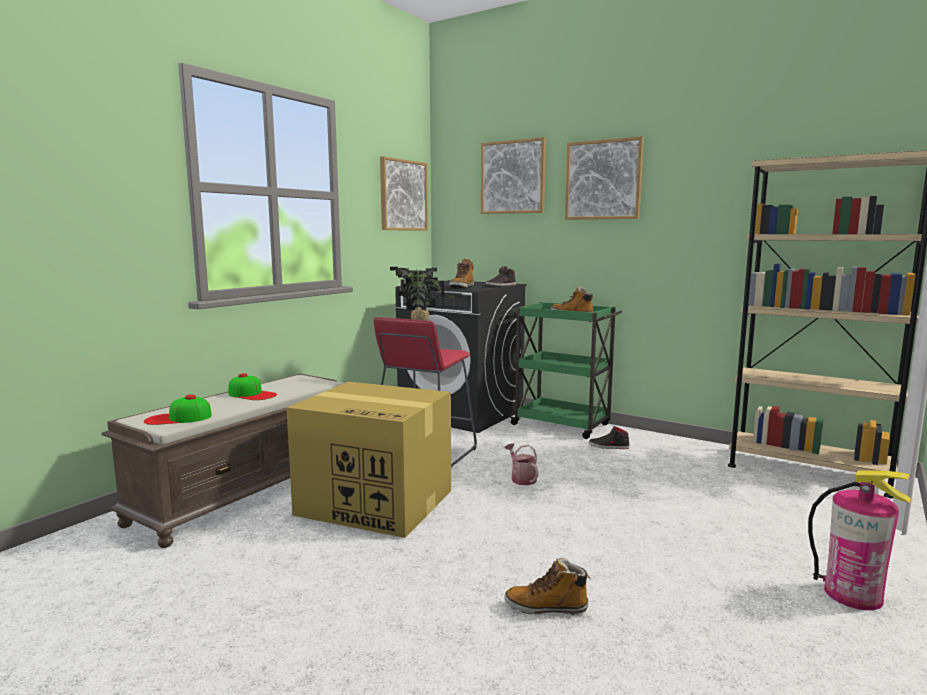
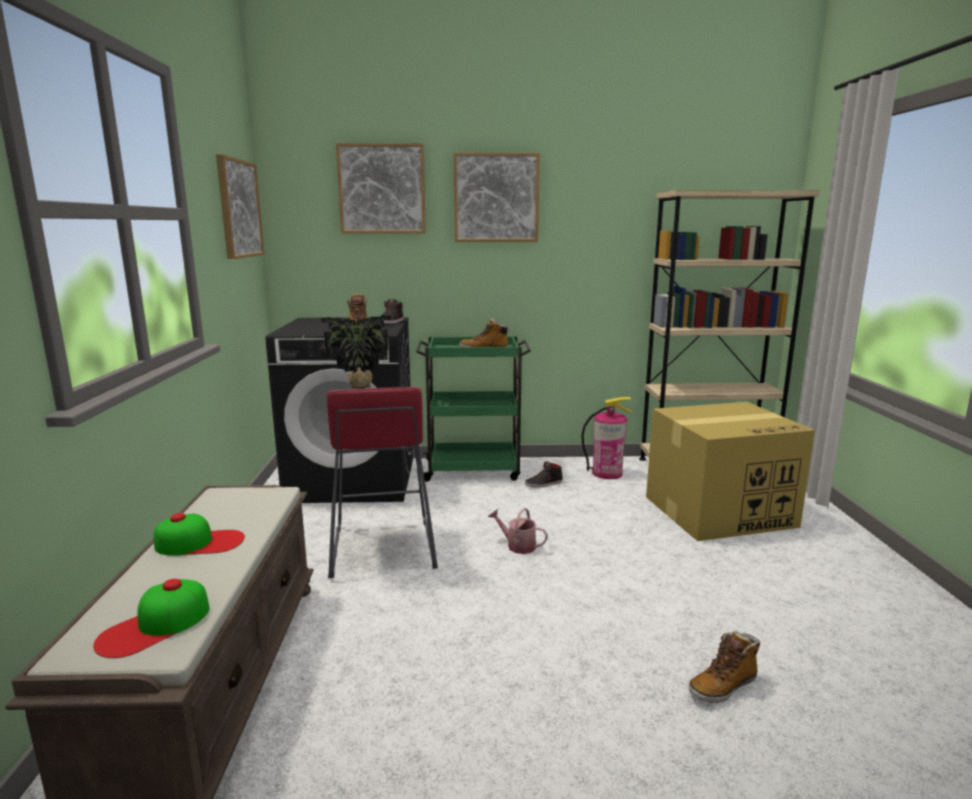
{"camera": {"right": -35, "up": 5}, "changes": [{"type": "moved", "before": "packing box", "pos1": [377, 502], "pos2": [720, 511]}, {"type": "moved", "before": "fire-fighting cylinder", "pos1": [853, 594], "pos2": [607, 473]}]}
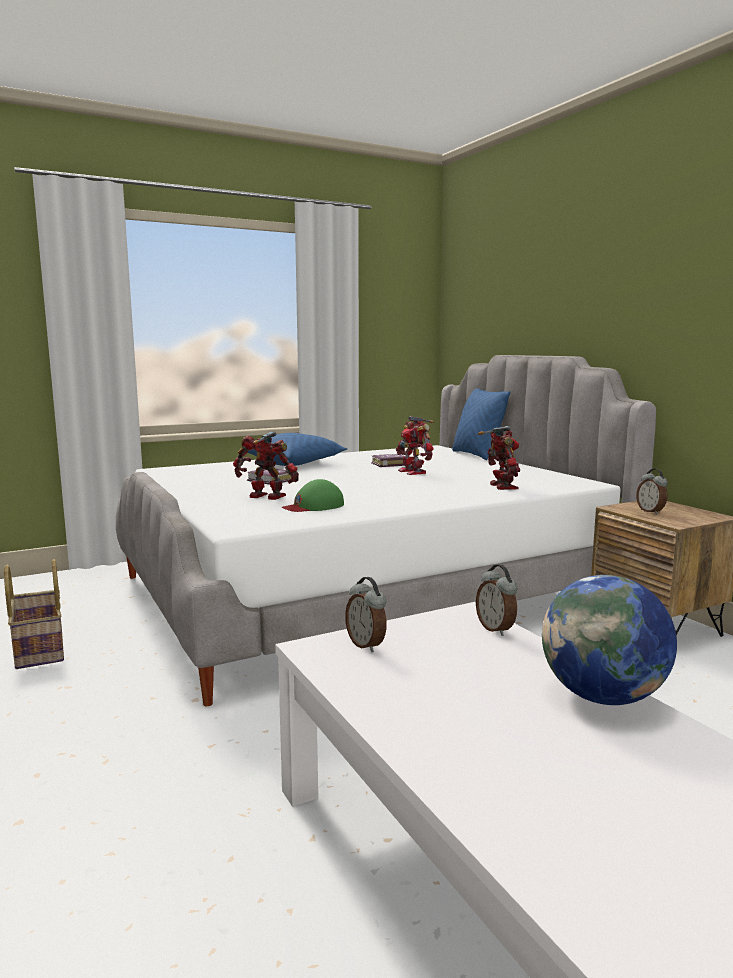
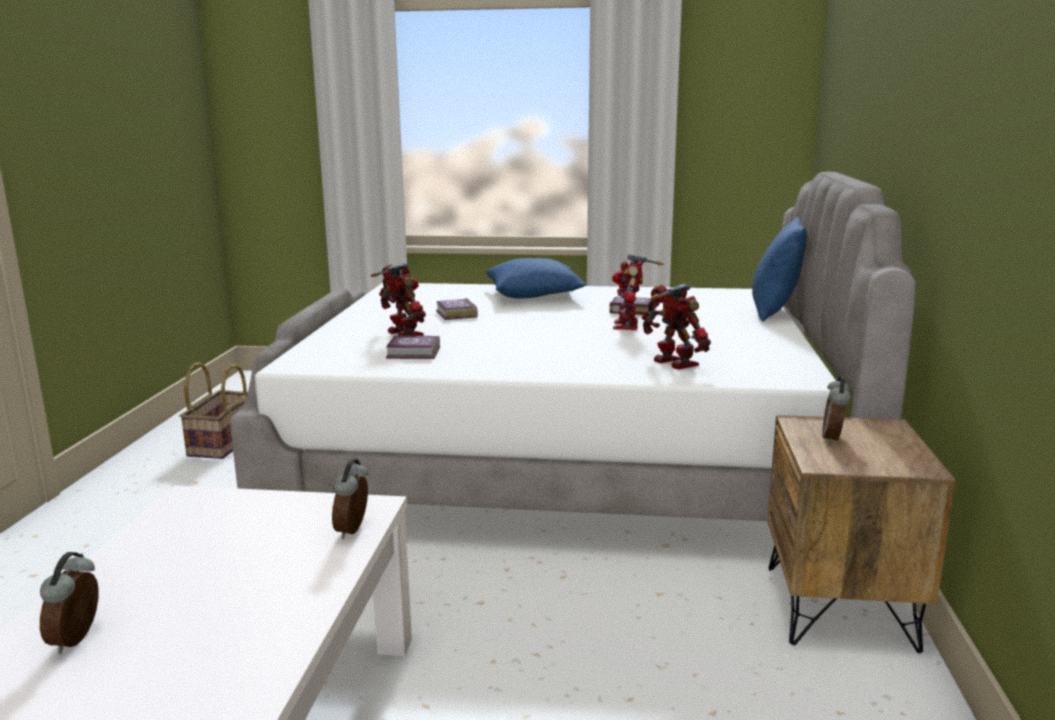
{"camera": {"right": 35, "up": 5}, "changes": [{"type": "turned", "before": "model robot", "pos1": [501, 486], "pos2": [673, 364], "turn": -60}, {"type": "replaced", "before": "cap (green-coloured)", "after": "volume", "pos1": [314, 506], "pos2": [414, 353]}, {"type": "removed", "before": "globe", "pos1": [603, 697]}, {"type": "moved", "before": "alarm clock", "pos1": [367, 645], "pos2": [78, 640]}]}
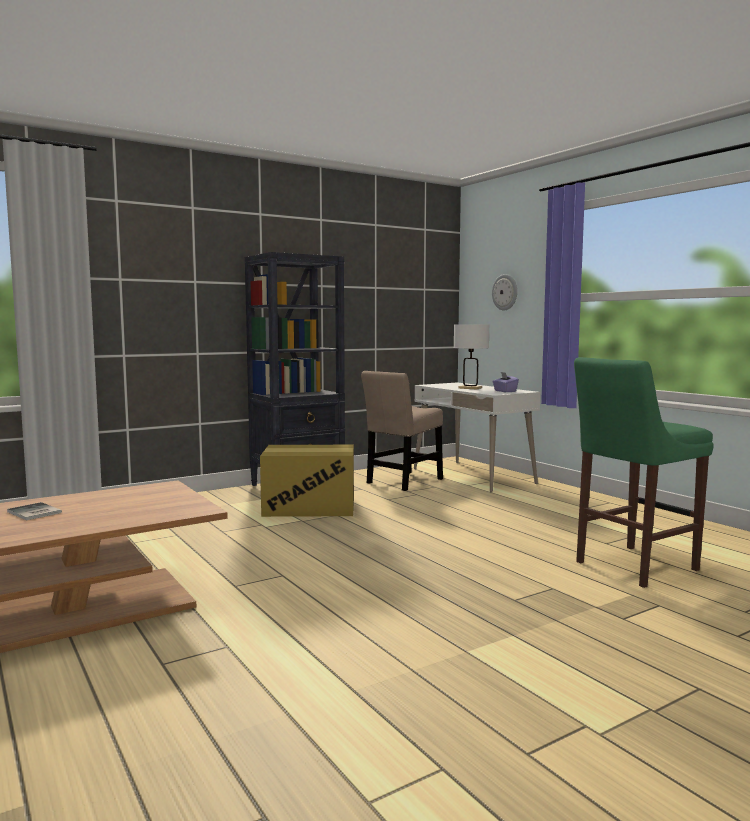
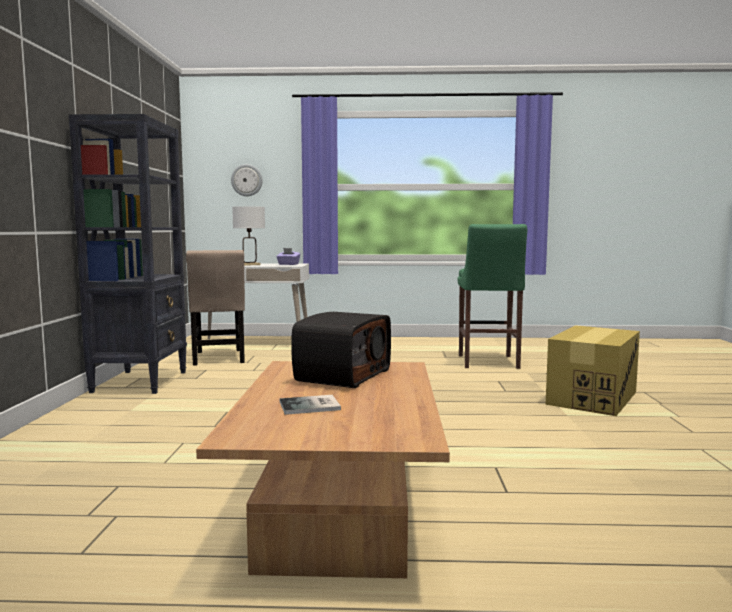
{"camera": {"right": -55, "up": 0}, "changes": [{"type": "moved", "before": "packing box", "pos1": [309, 508], "pos2": [592, 398]}, {"type": "added", "after": "radio", "pos2": [342, 375]}]}
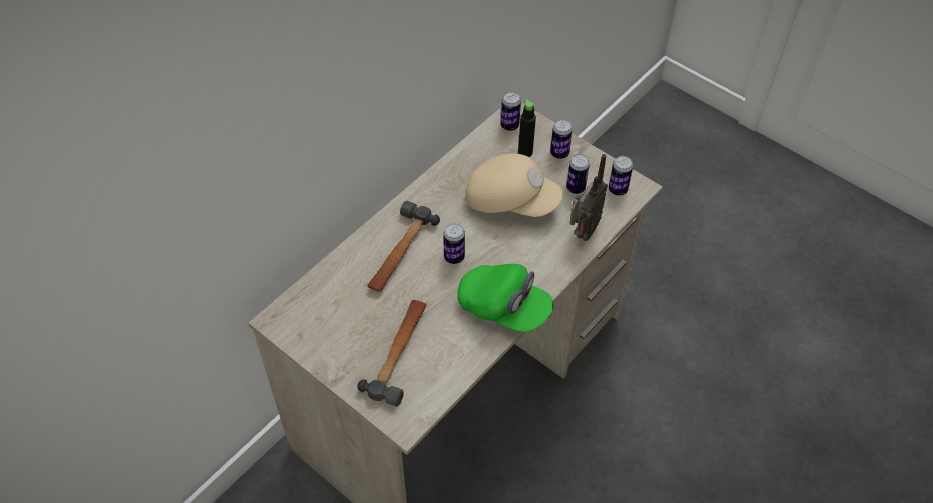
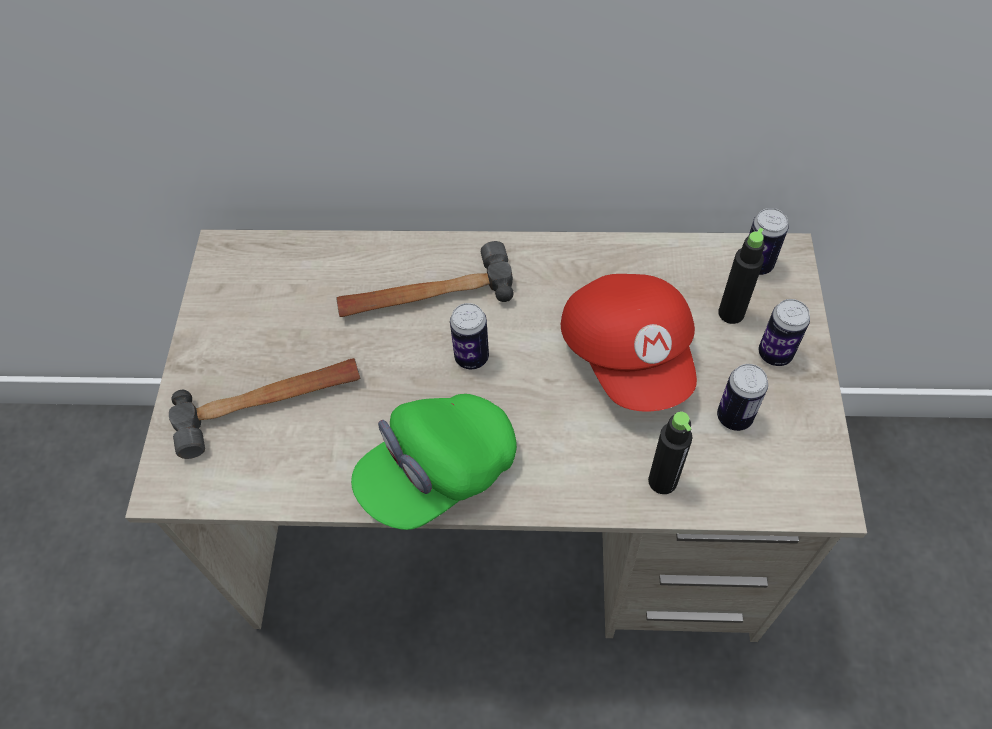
{"camera": {"right": 55, "up": 5}, "changes": [{"type": "recoloured", "before": "cap (beige-coloured)", "after": "cap (red-coloured)", "pos1": [511, 200], "pos2": [630, 355]}, {"type": "replaced", "before": "radio", "after": "drink bottle (black-coloured)", "pos1": [582, 232], "pos2": [662, 481]}, {"type": "removed", "before": "can", "pos1": [618, 190]}, {"type": "turned", "before": "cap (green-coloured)", "pos1": [504, 308], "pos2": [438, 473], "turn": 60}]}
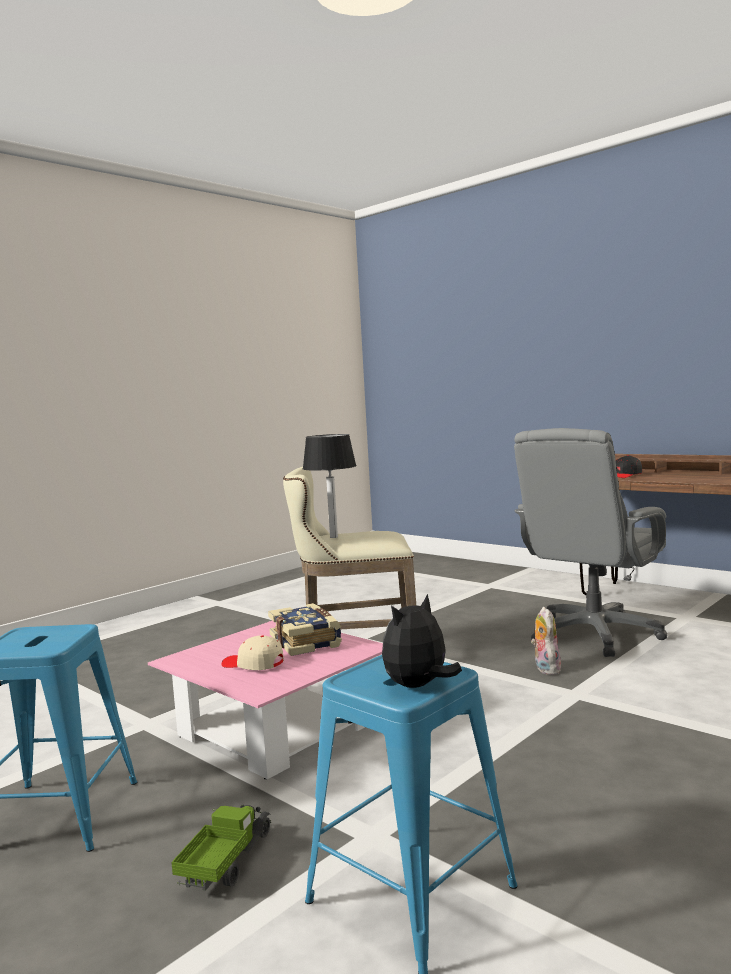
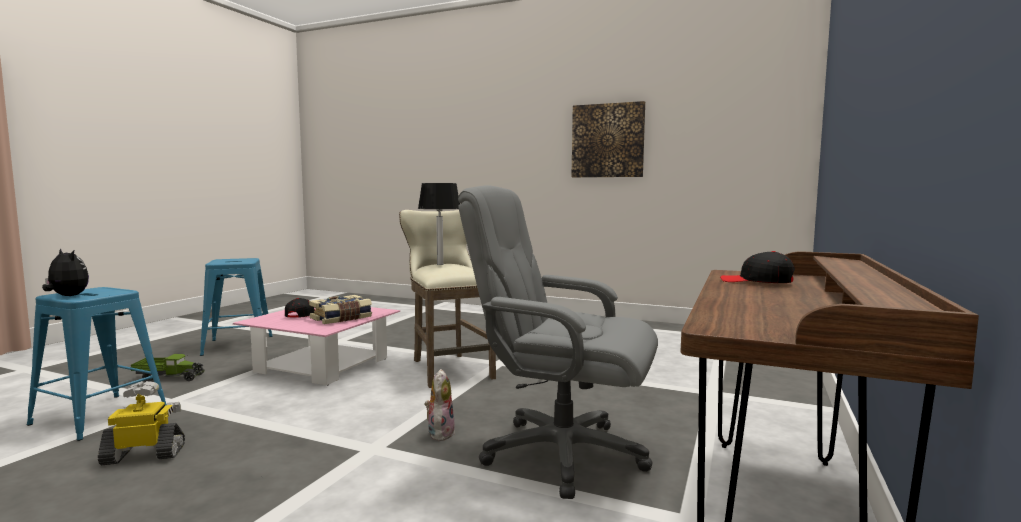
{"camera": {"right": 70, "up": 0}, "changes": [{"type": "turned", "before": "cuddly toy", "pos1": [545, 669], "pos2": [439, 433], "turn": -60}, {"type": "recoloured", "before": "cap (beige-coloured)", "after": "cap (black-coloured)", "pos1": [253, 664], "pos2": [302, 315]}, {"type": "added", "after": "picture", "pos2": [607, 140]}, {"type": "added", "after": "model robot", "pos2": [145, 454]}]}
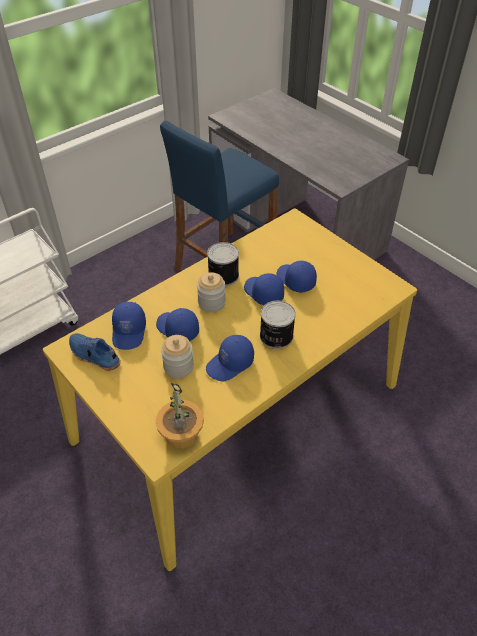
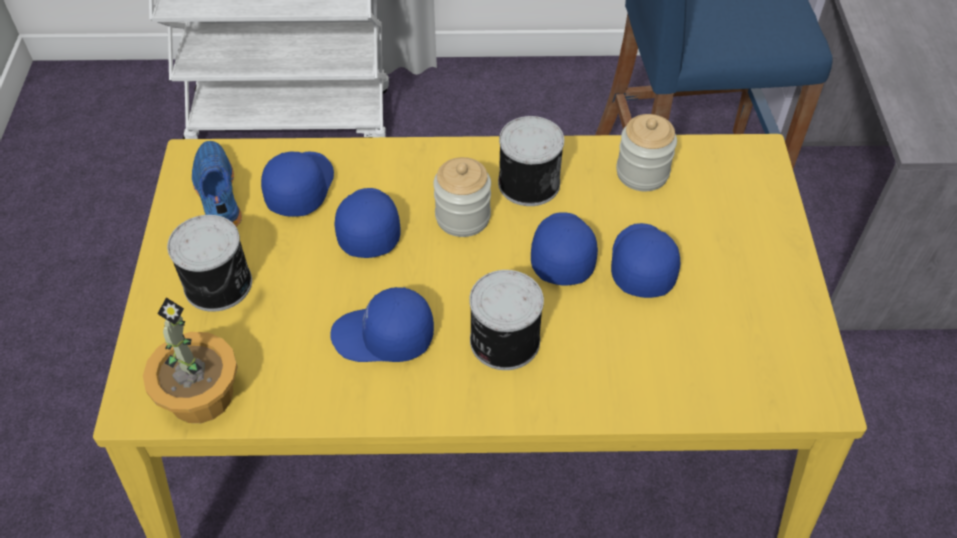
{"camera": {"right": 40, "up": 5}, "changes": [{"type": "turned", "before": "cap (bluish)", "pos1": [129, 332], "pos2": [299, 187], "turn": 150}, {"type": "moved", "before": "preserve jar", "pos1": [178, 366], "pos2": [642, 173]}, {"type": "added", "after": "can", "pos2": [220, 284]}]}
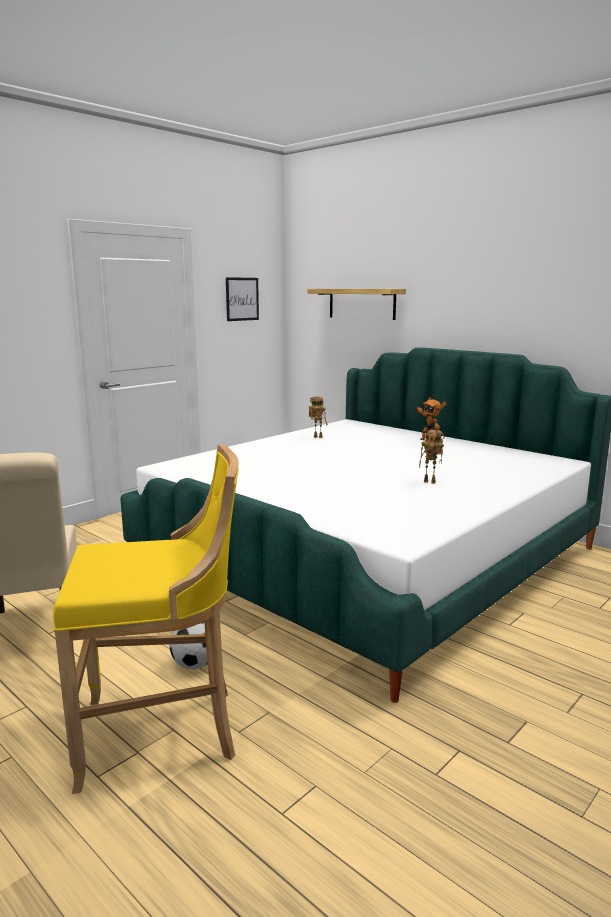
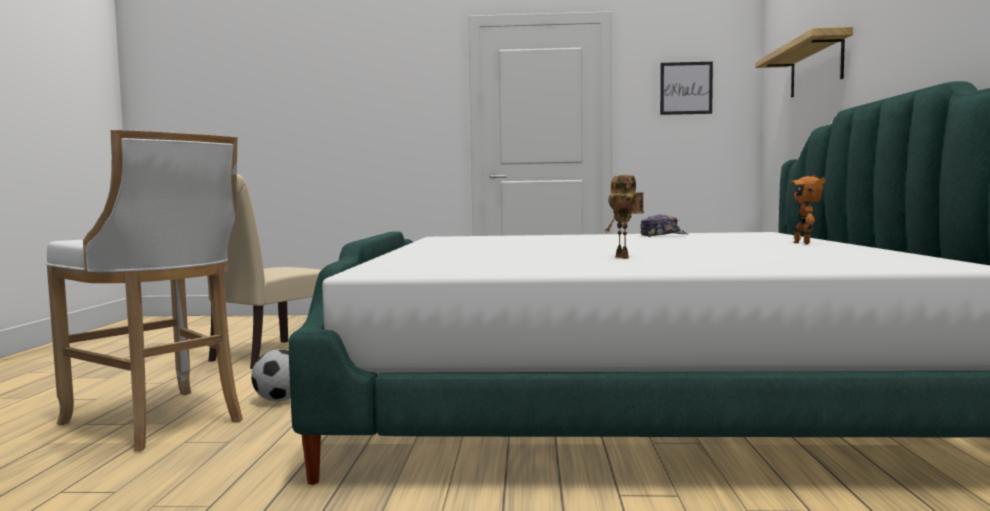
{"camera": {"right": 50, "up": -10}, "changes": [{"type": "replaced", "before": "model robot", "after": "cap", "pos1": [317, 437], "pos2": [663, 236]}, {"type": "recoloured", "before": "stool seat (yellow)", "after": "stool seat (whitish)", "pos1": [163, 733], "pos2": [160, 422]}]}
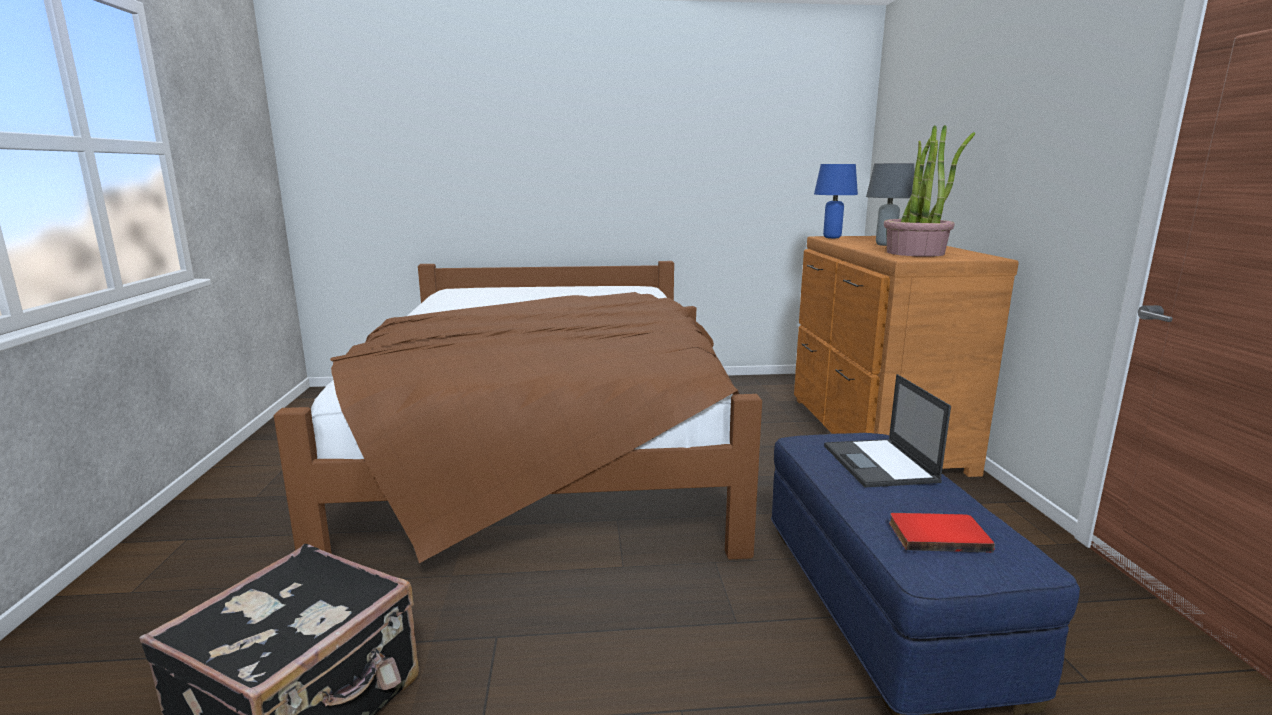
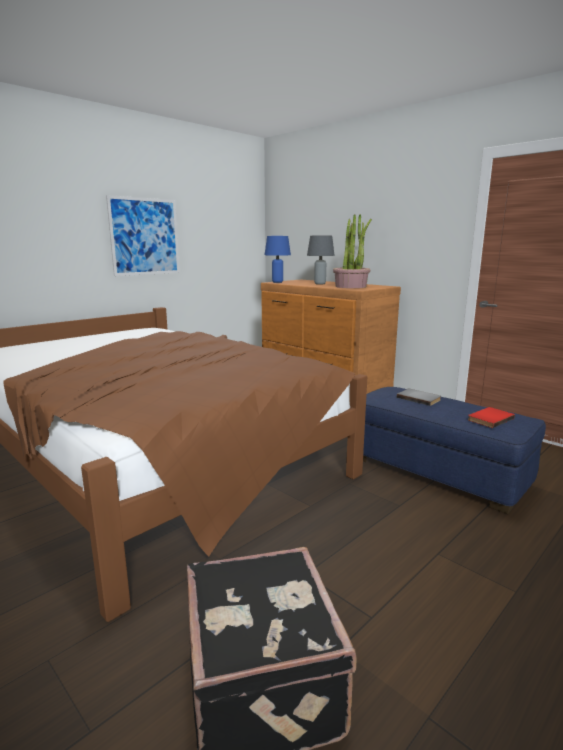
{"camera": {"right": -40, "up": 0}, "changes": [{"type": "replaced", "before": "portable computer", "after": "volume (grey)", "pos1": [880, 464], "pos2": [419, 398]}, {"type": "added", "after": "picture", "pos2": [145, 236]}]}
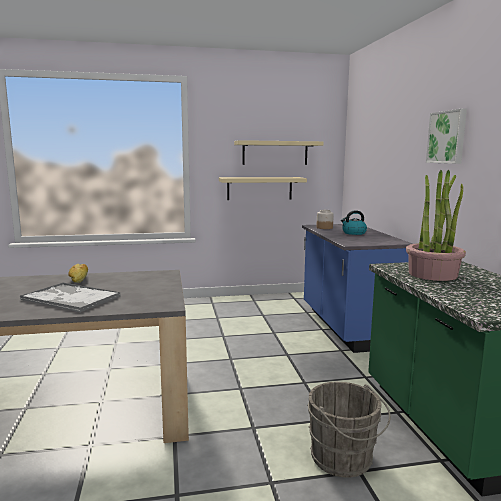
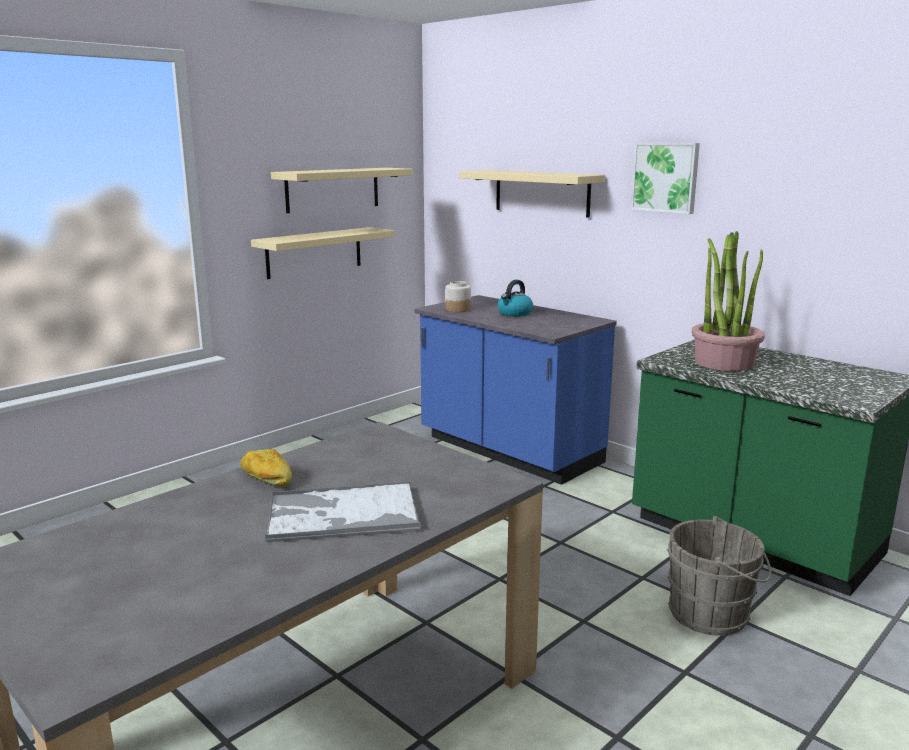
{"camera": {"right": -35, "up": 5}, "changes": [{"type": "added", "after": "bracket shelf (beige-coloured)", "pos2": [541, 193]}]}
